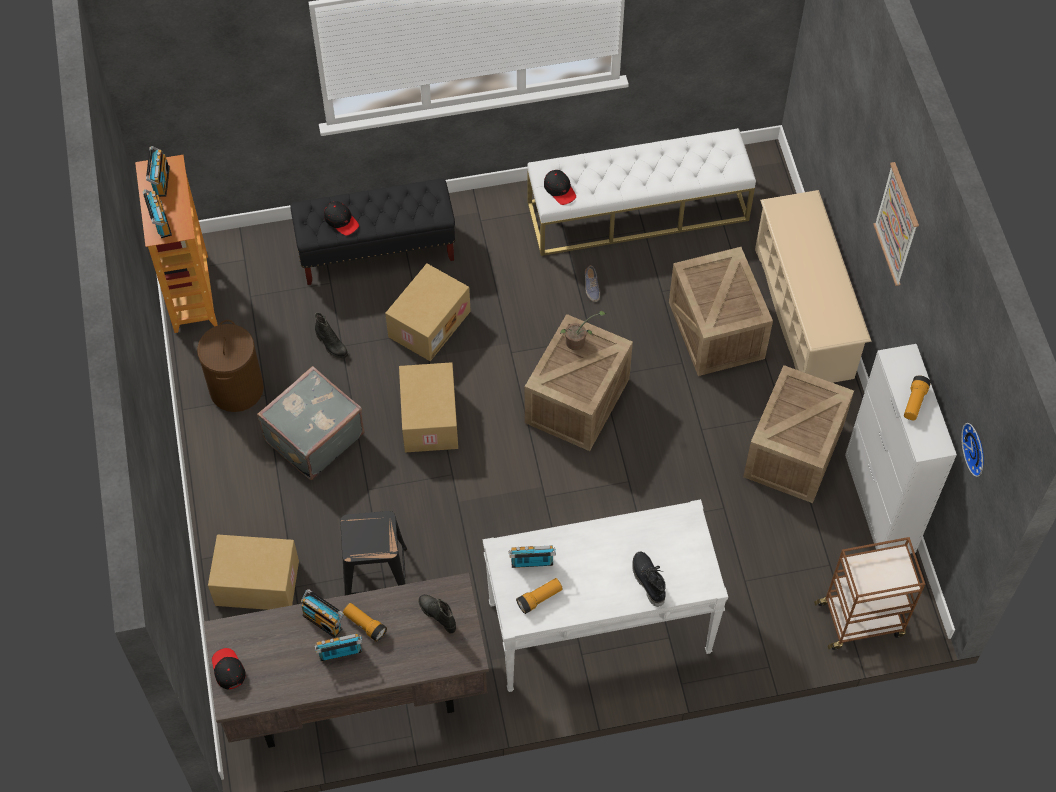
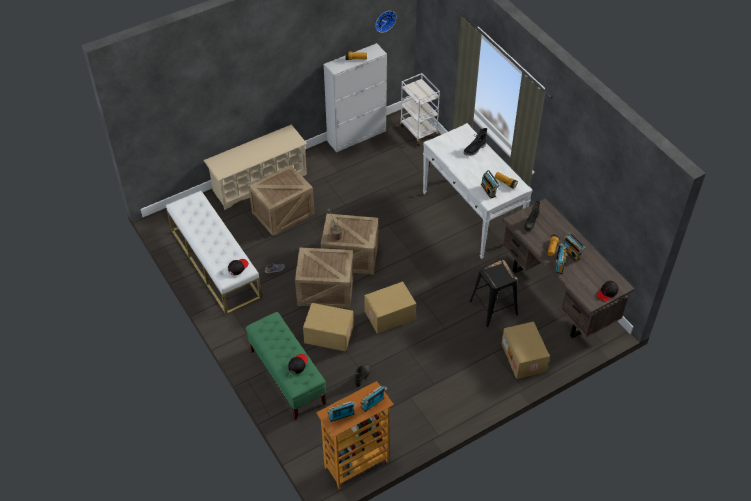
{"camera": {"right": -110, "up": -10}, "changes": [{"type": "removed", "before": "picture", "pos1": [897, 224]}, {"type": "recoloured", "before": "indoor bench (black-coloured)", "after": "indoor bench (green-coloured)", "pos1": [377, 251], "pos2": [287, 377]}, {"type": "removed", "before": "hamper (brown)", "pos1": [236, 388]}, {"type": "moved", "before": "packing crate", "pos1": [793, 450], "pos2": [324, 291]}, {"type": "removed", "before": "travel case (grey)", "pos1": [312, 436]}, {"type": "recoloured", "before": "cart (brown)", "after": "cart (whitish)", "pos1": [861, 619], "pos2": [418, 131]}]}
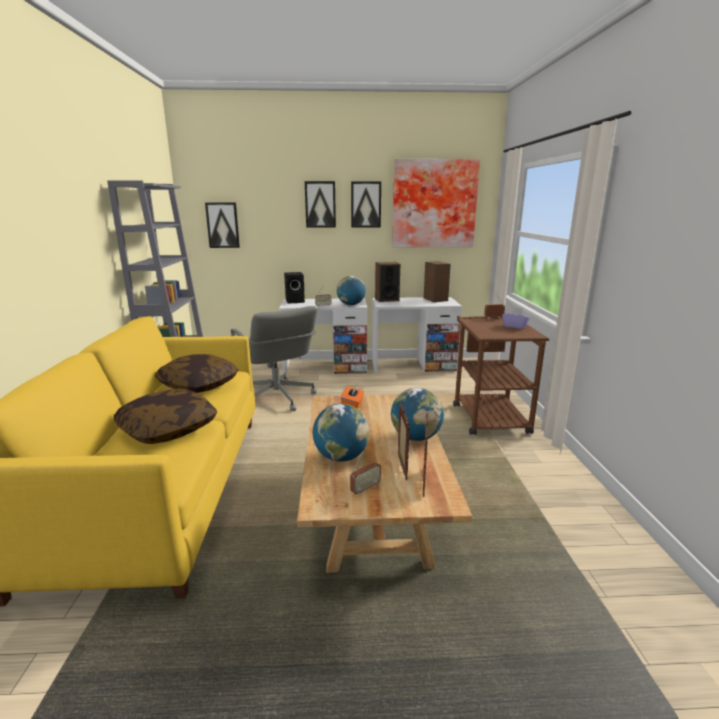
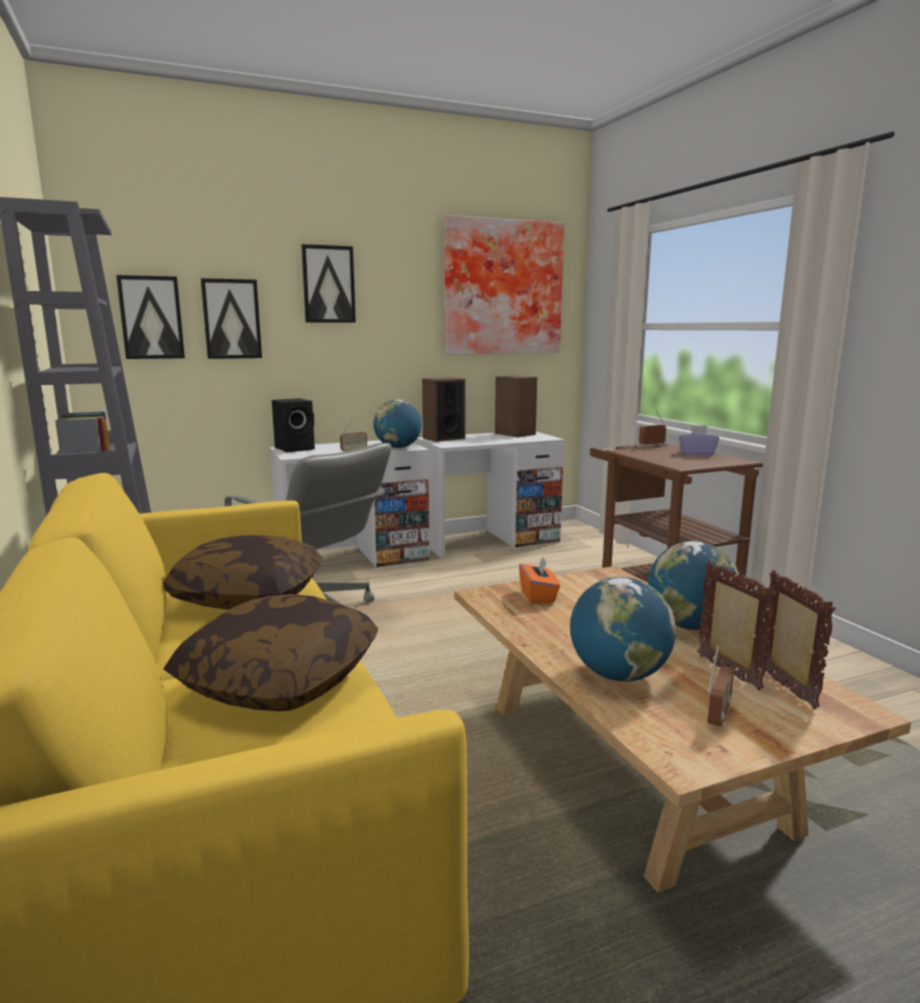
{"camera": {"right": -20, "up": -5}, "changes": [{"type": "moved", "before": "picture", "pos1": [366, 204], "pos2": [231, 319]}]}
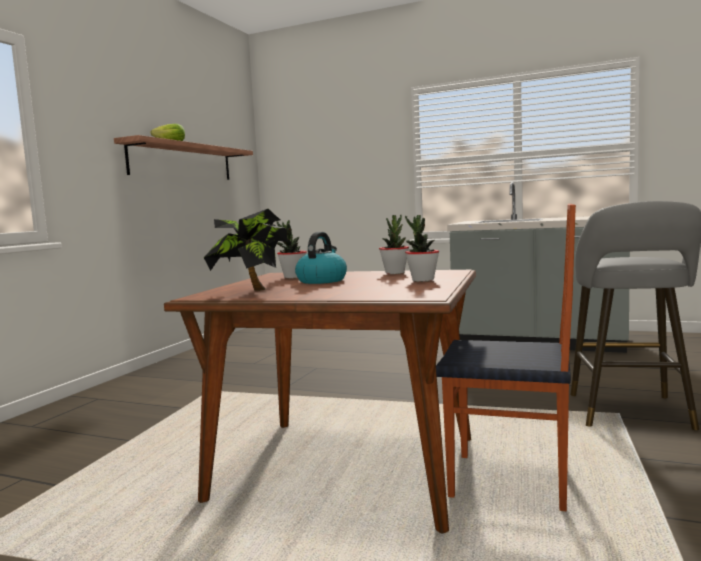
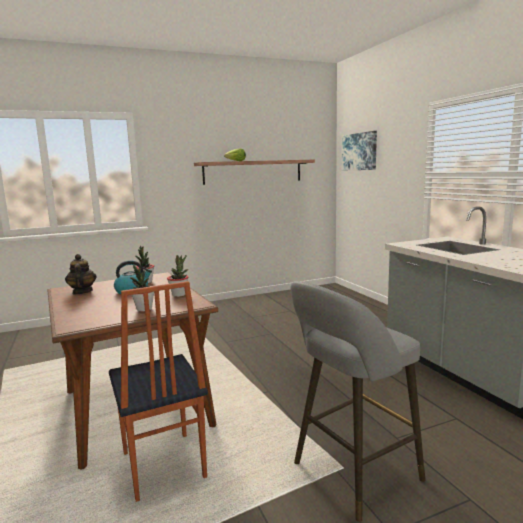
{"camera": {"right": 45, "up": 5}, "changes": [{"type": "replaced", "before": "plant in a pot", "after": "tea pot", "pos1": [253, 291], "pos2": [82, 292]}, {"type": "added", "after": "picture", "pos2": [359, 151]}]}
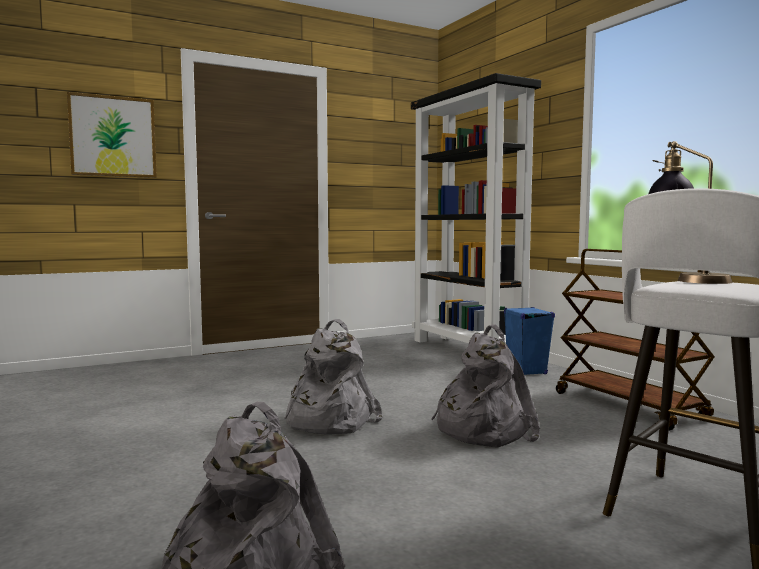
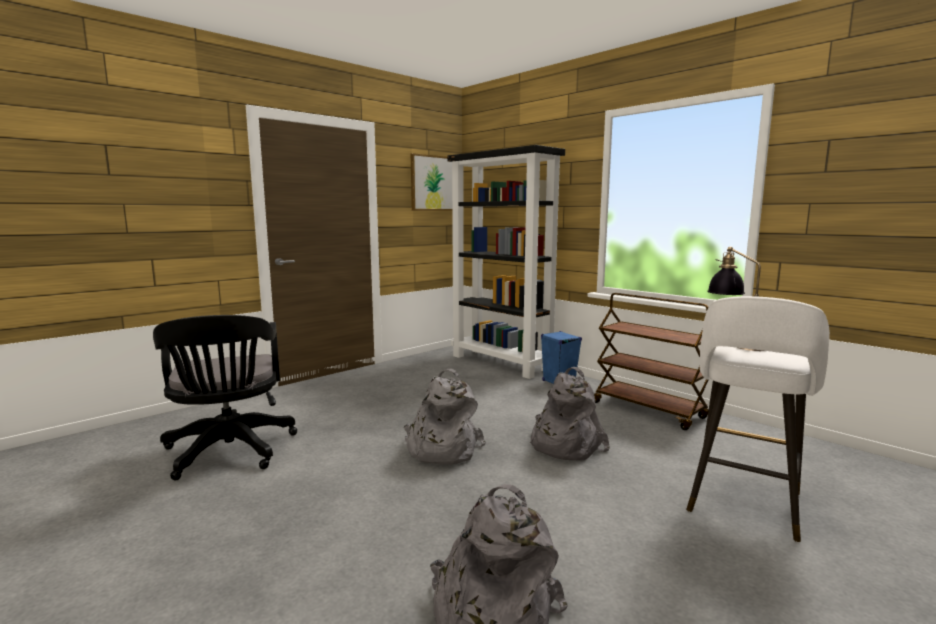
{"camera": {"right": -15, "up": 5}, "changes": [{"type": "moved", "before": "picture", "pos1": [113, 136], "pos2": [432, 183]}, {"type": "added", "after": "computer chair (black-coloured)", "pos2": [229, 453]}]}
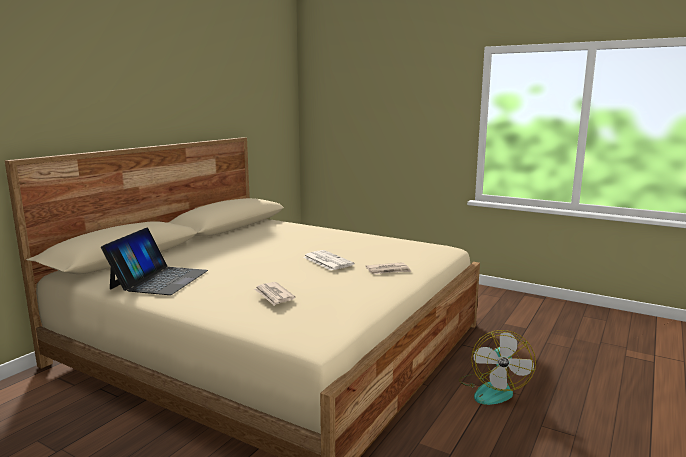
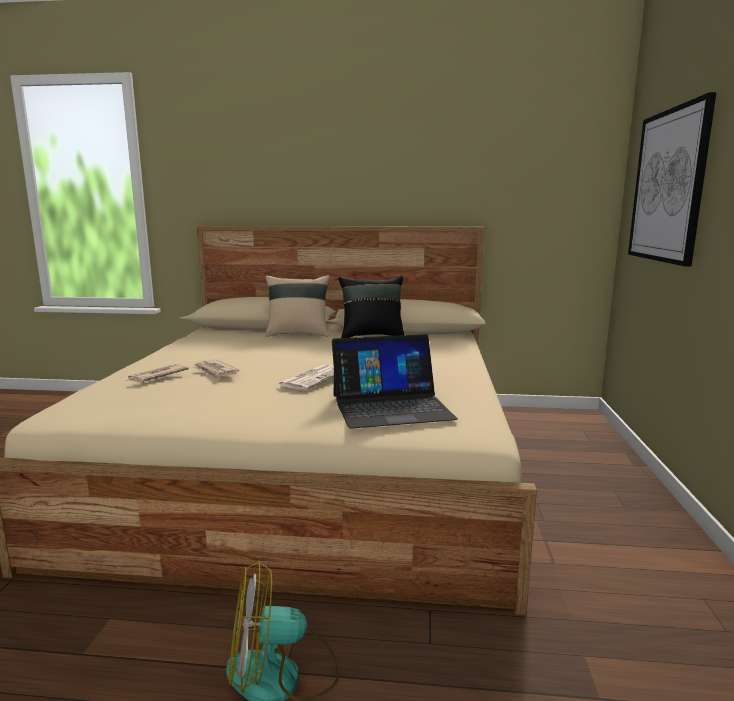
{"camera": {"right": 65, "up": 0}, "changes": [{"type": "moved", "before": "portable computer", "pos1": [159, 279], "pos2": [391, 406]}, {"type": "moved", "before": "daily paper", "pos1": [388, 270], "pos2": [215, 371]}, {"type": "added", "after": "picture", "pos2": [668, 186]}, {"type": "added", "after": "throw pillow (beige-coloured)", "pos2": [298, 334]}, {"type": "added", "after": "throw pillow (black-coloured)", "pos2": [371, 336]}]}
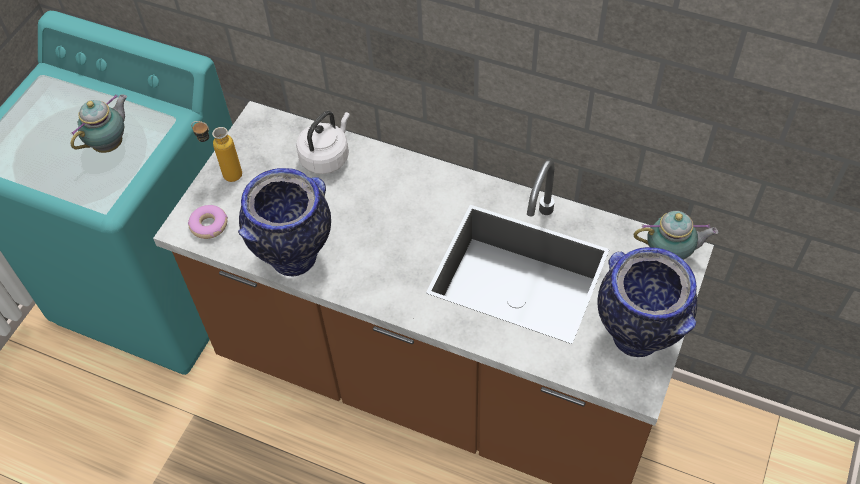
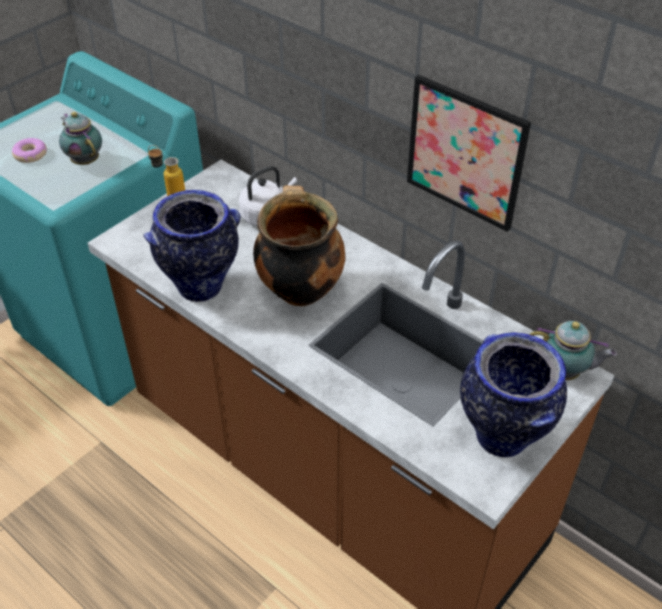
{"camera": {"right": 15, "up": -10}, "changes": [{"type": "turned", "before": "tea pot", "pos1": [111, 144], "pos2": [85, 160], "turn": -90}, {"type": "moved", "before": "doughnut", "pos1": [209, 225], "pos2": [30, 155]}, {"type": "added", "after": "picture", "pos2": [465, 153]}, {"type": "added", "after": "saucepot", "pos2": [299, 289]}]}
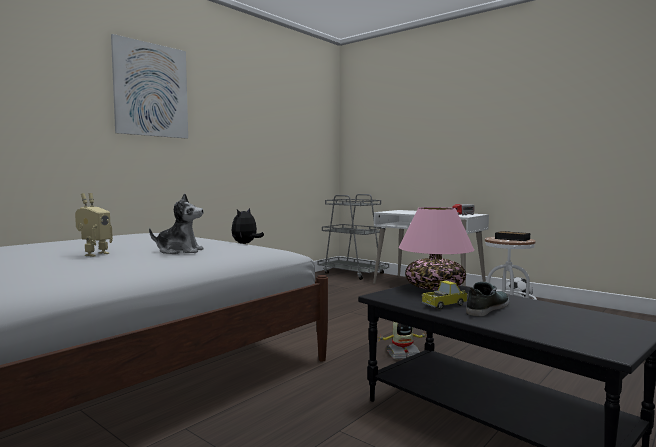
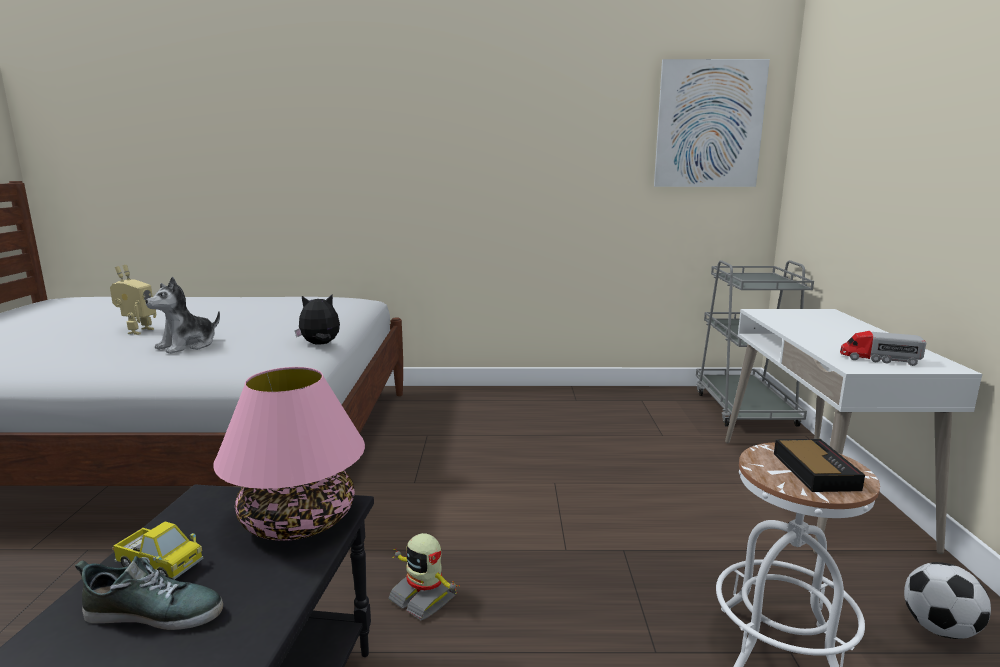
{"camera": {"right": 50, "up": 10}, "changes": [{"type": "moved", "before": "picture", "pos1": [151, 90], "pos2": [709, 124]}, {"type": "turned", "before": "model robot", "pos1": [94, 254], "pos2": [137, 331], "turn": -60}, {"type": "turned", "before": "cuddly toy", "pos1": [179, 251], "pos2": [188, 345], "turn": 75}]}
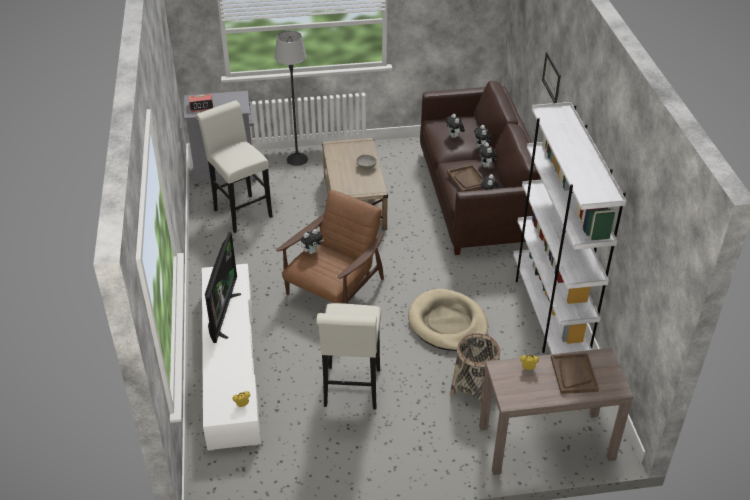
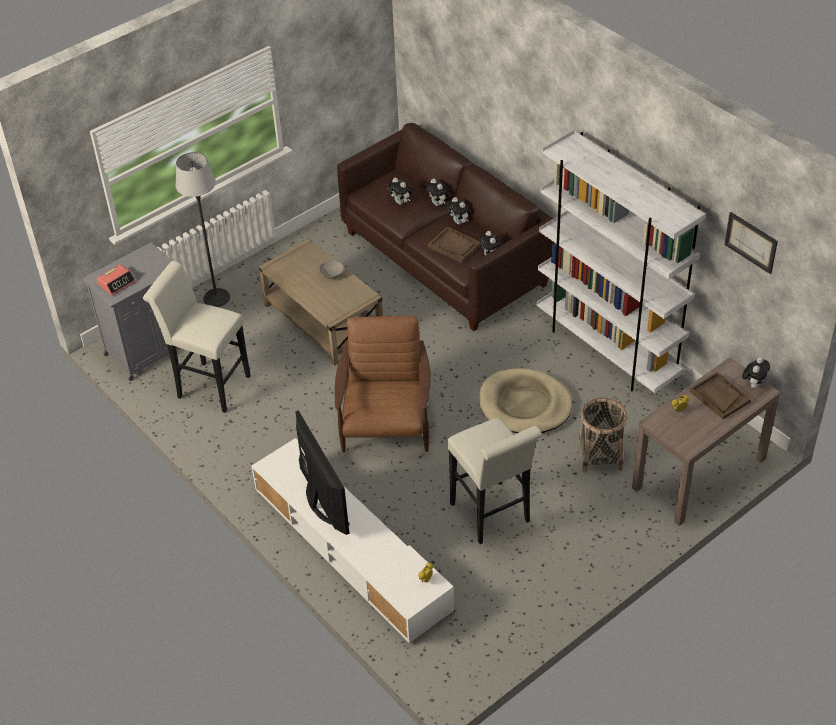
{"camera": {"right": -30, "up": 5}, "changes": [{"type": "moved", "before": "picture", "pos1": [551, 78], "pos2": [751, 242]}, {"type": "moved", "before": "cuddly toy", "pos1": [312, 251], "pos2": [753, 384]}]}
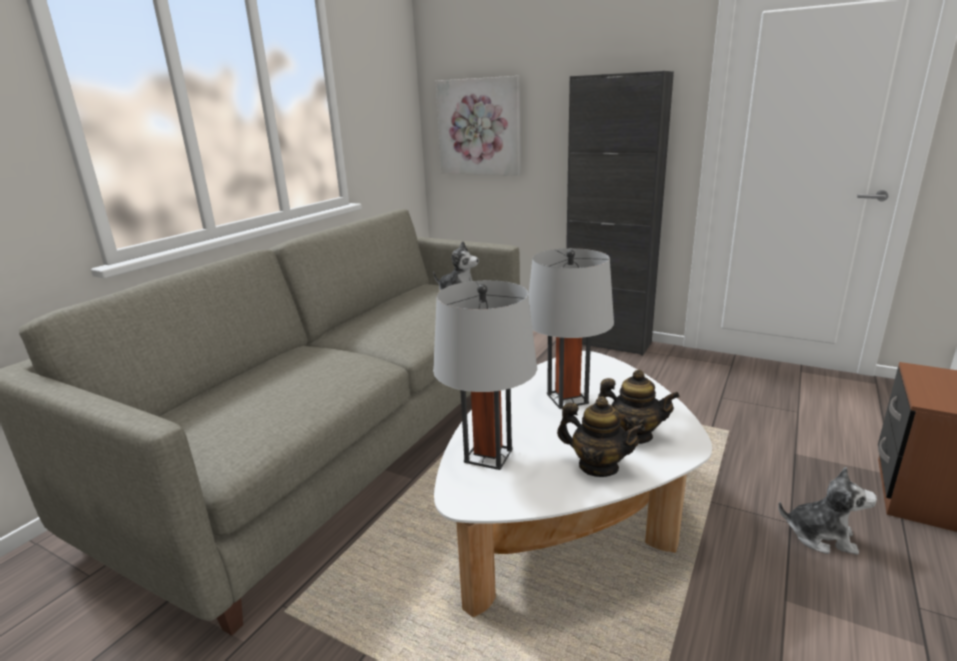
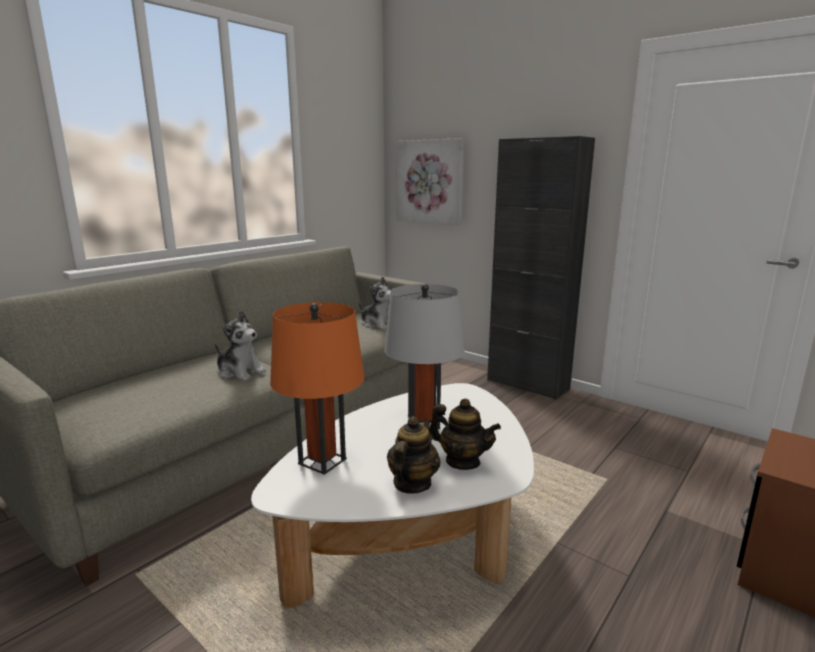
{"camera": {"right": 10, "up": -5}, "changes": [{"type": "recoloured", "before": "tabletop lamp (grey)", "after": "tabletop lamp (orange-coloured)", "pos1": [488, 456], "pos2": [322, 461]}, {"type": "turned", "before": "tea pot", "pos1": [598, 466], "pos2": [412, 484], "turn": -105}, {"type": "moved", "before": "cuddly toy", "pos1": [821, 536], "pos2": [240, 372]}]}
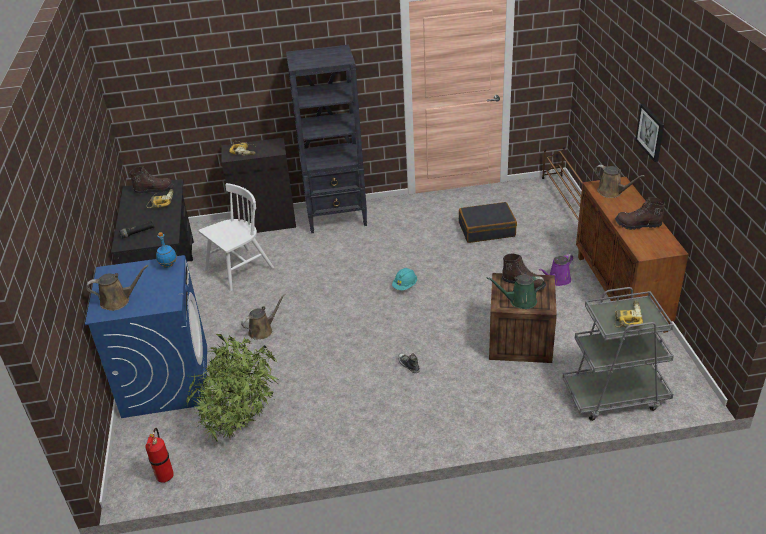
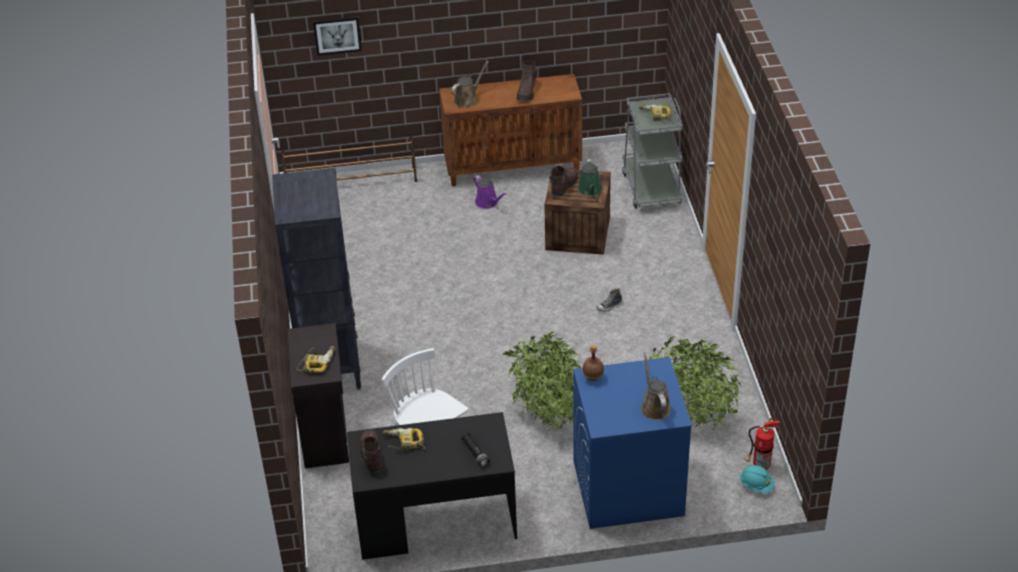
{"camera": {"right": -90, "up": 5}, "changes": [{"type": "moved", "before": "picture", "pos1": [651, 132], "pos2": [337, 35]}, {"type": "removed", "before": "travel case (black-coloured)", "pos1": [486, 229]}, {"type": "recoloured", "before": "drink bottle (bluish)", "after": "drink bottle (brown)", "pos1": [168, 265], "pos2": [593, 378]}, {"type": "moved", "before": "work helmet (blue-green)", "pos1": [405, 286], "pos2": [756, 486]}, {"type": "replaced", "before": "sprinkling can (brown)", "after": "plant in a pot", "pos1": [262, 330], "pos2": [549, 417]}]}
